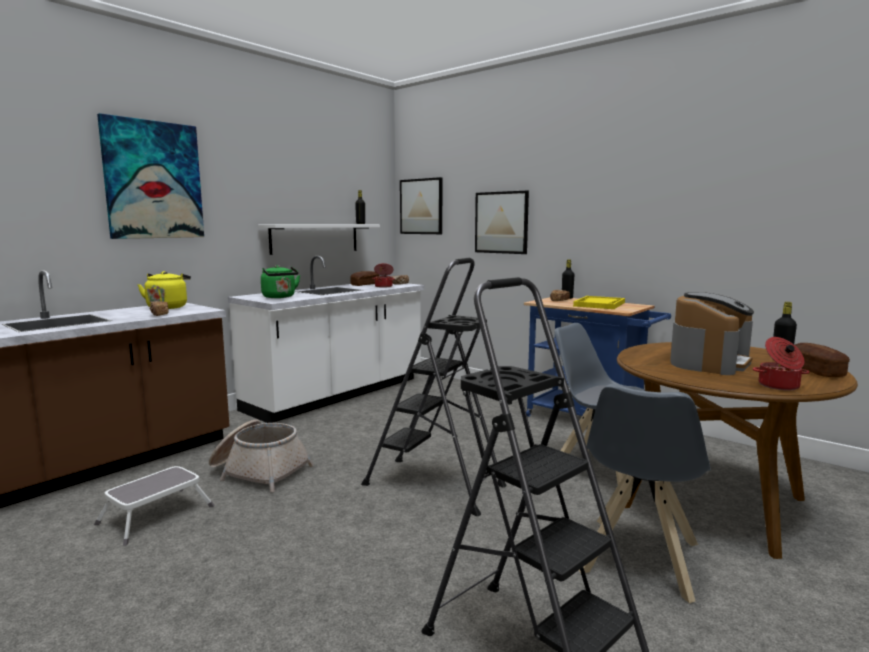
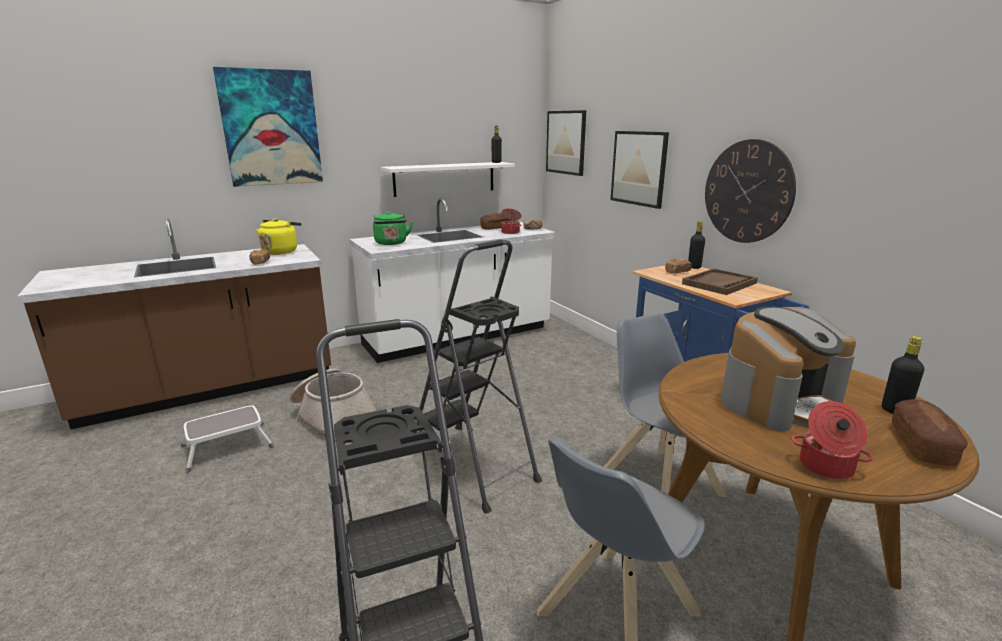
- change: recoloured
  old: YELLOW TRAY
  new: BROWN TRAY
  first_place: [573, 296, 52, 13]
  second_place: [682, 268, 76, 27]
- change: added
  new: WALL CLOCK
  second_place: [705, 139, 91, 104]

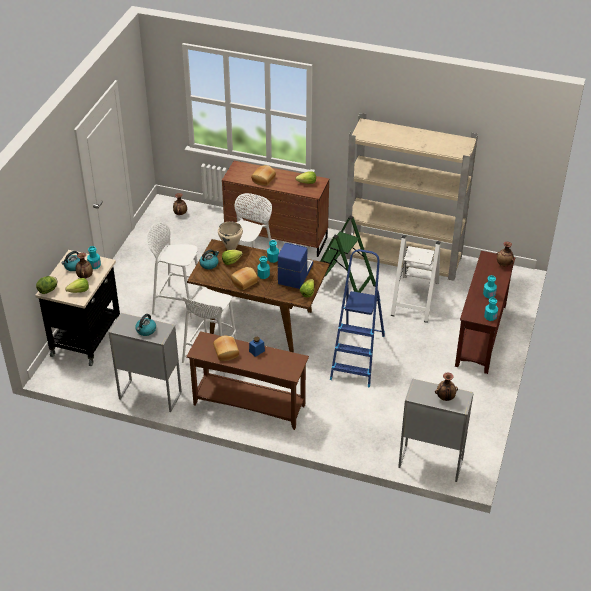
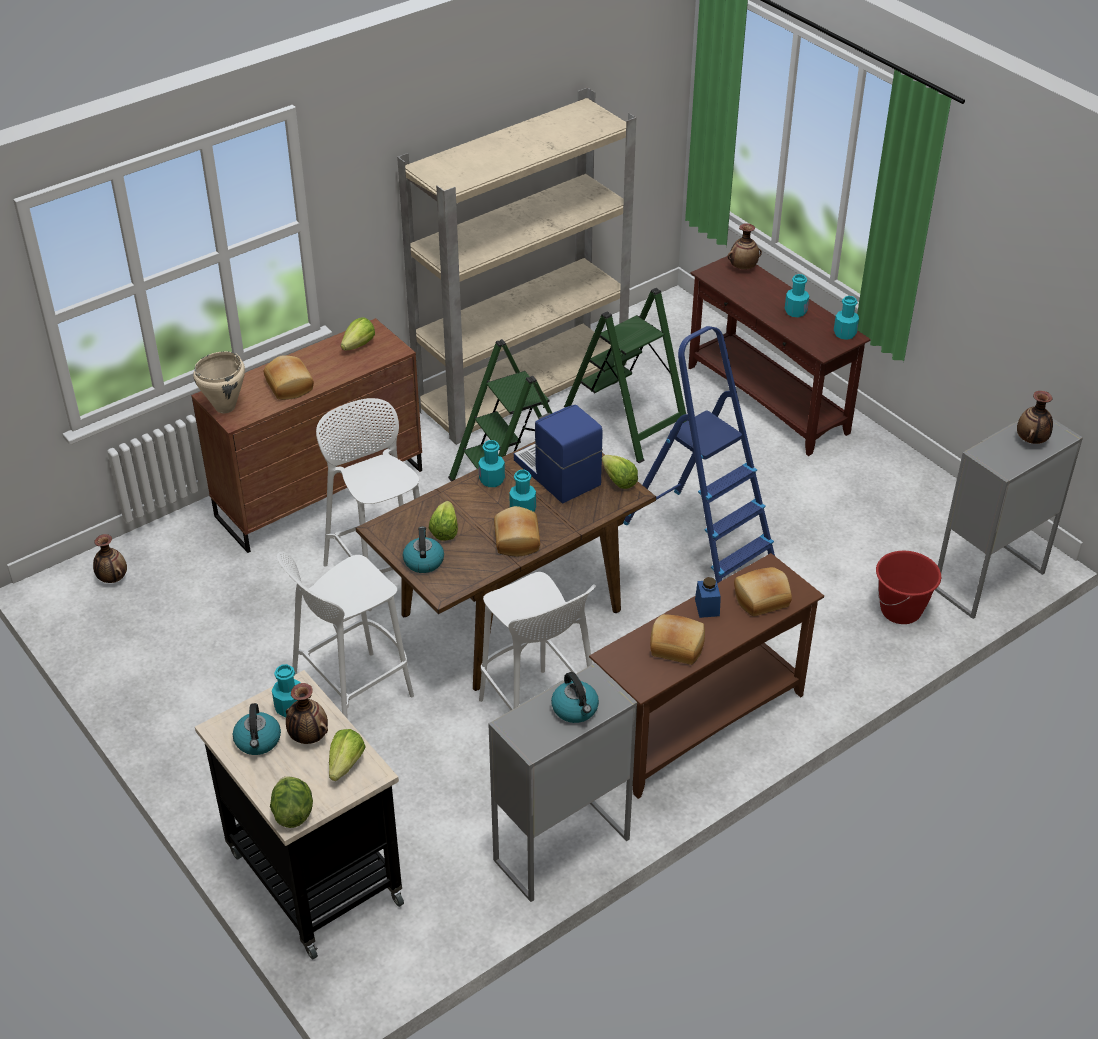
- change: moved
  old: BEIGE COOKING POT
  first_place: [218, 222, 25, 28]
  second_place: [193, 351, 52, 62]
- change: recoloured
  old: WHITE STEP LADDER
  new: GREEN STEP LADDER
  first_place: [391, 235, 50, 88]
  second_place: [564, 288, 122, 175]
- change: added
  new: RED BUCKET
  second_place: [876, 551, 65, 73]
- change: added
  new: BREAD
  second_place: [734, 567, 58, 49]

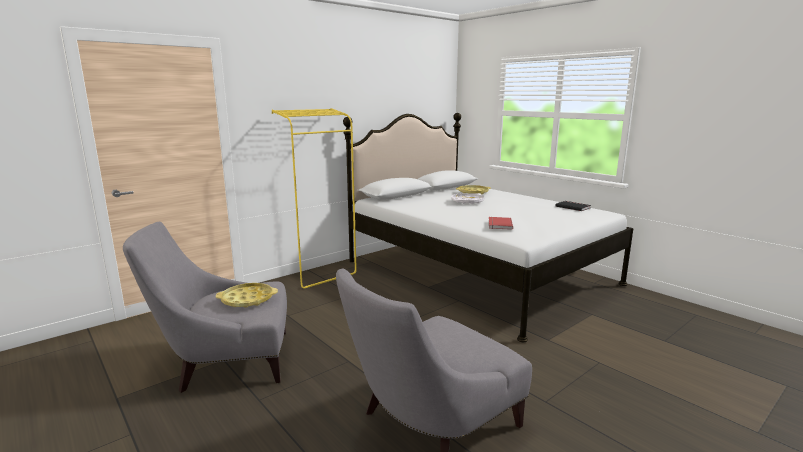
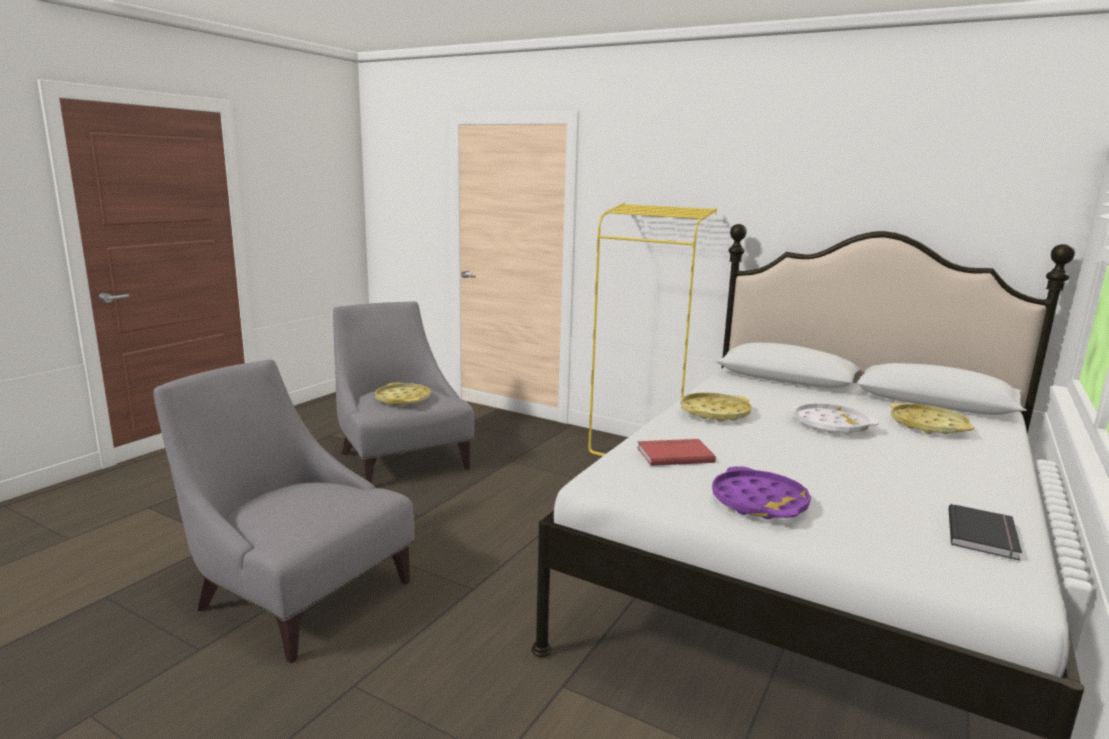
- change: added
  new: YELLOW TRAY
  second_place: [681, 392, 70, 30]
- change: added
  new: PURPLE TRAY
  second_place: [712, 466, 99, 53]

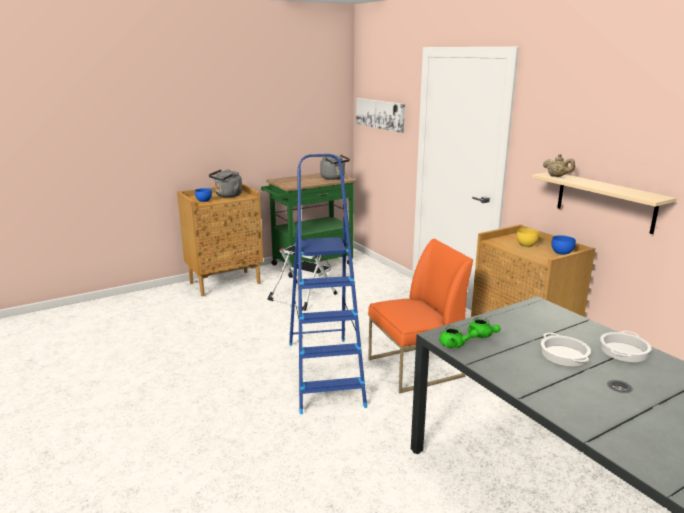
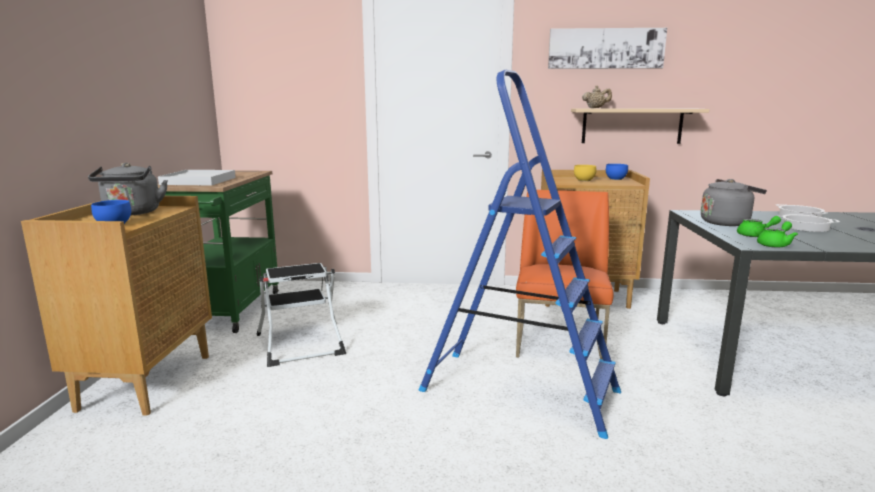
- change: moved
  old: PICTURE
  first_place: [356, 98, 49, 35]
  second_place: [548, 28, 119, 41]
- change: moved
  old: GREY KETTLE
  first_place: [320, 154, 30, 26]
  second_place: [701, 179, 66, 47]
- change: added
  new: WHITE TRAY
  second_place: [158, 170, 78, 16]

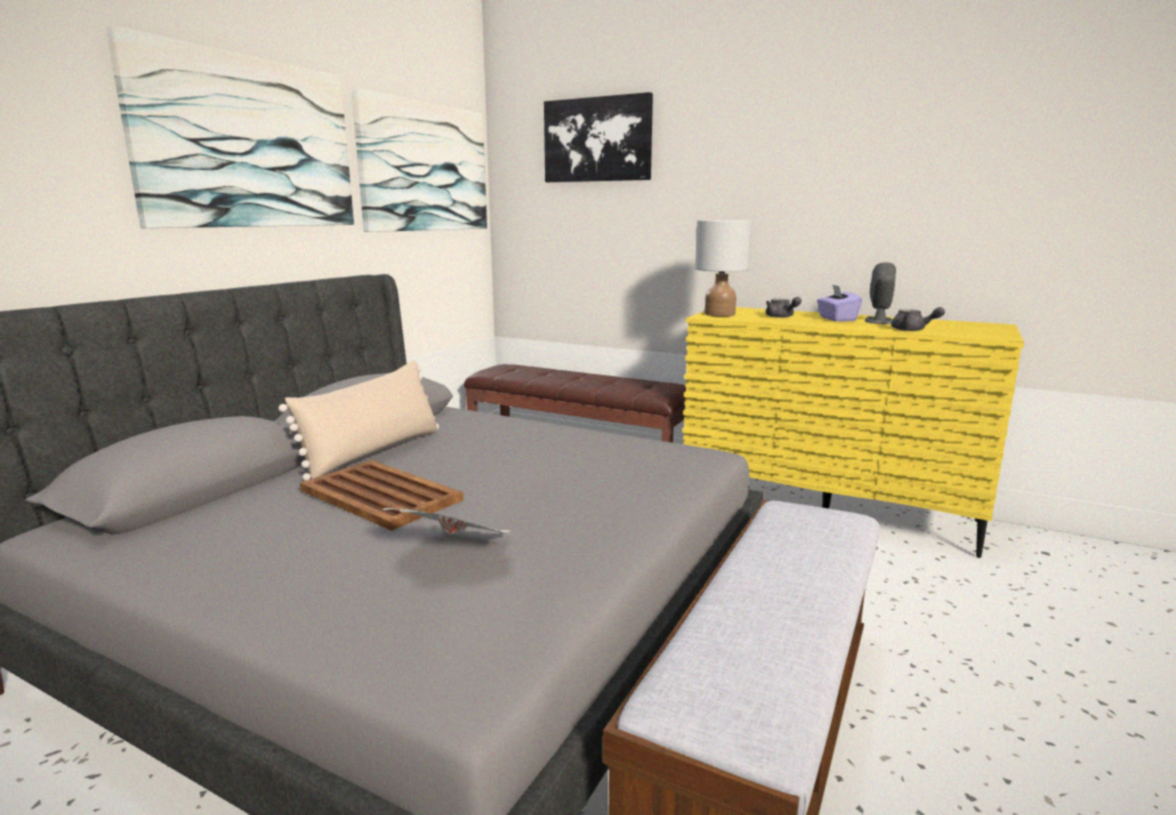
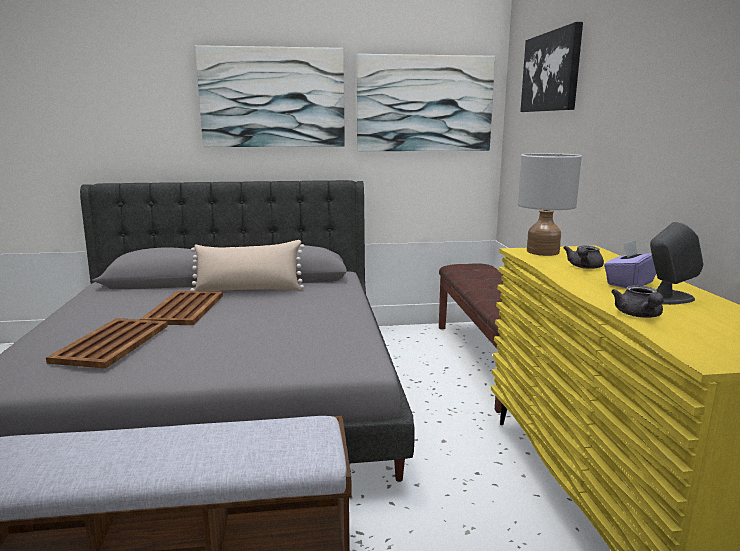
- change: replaced
  old: NEWSPAPER
  new: BROWN TRAY
  first_place: [382, 508, 130, 27]
  second_place: [46, 318, 122, 51]

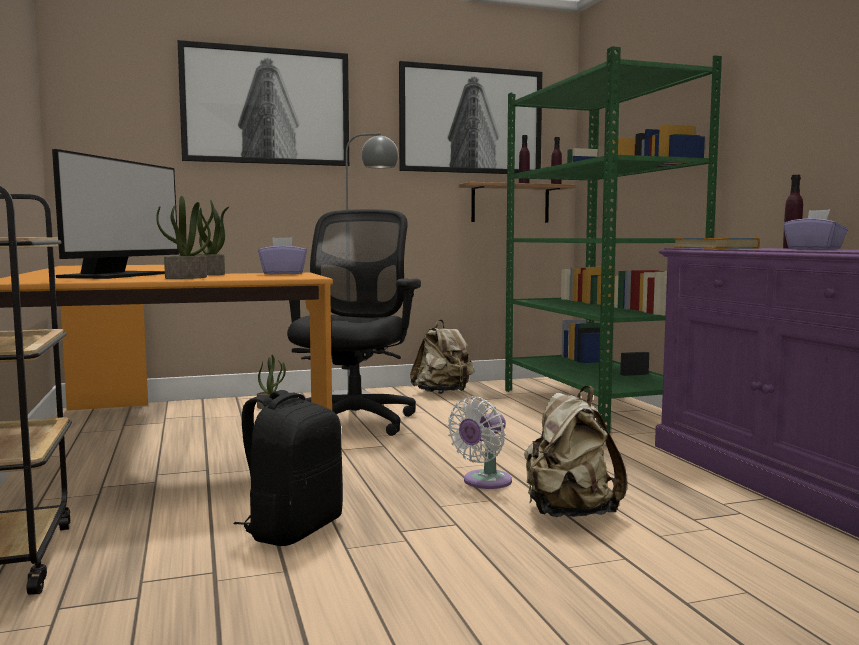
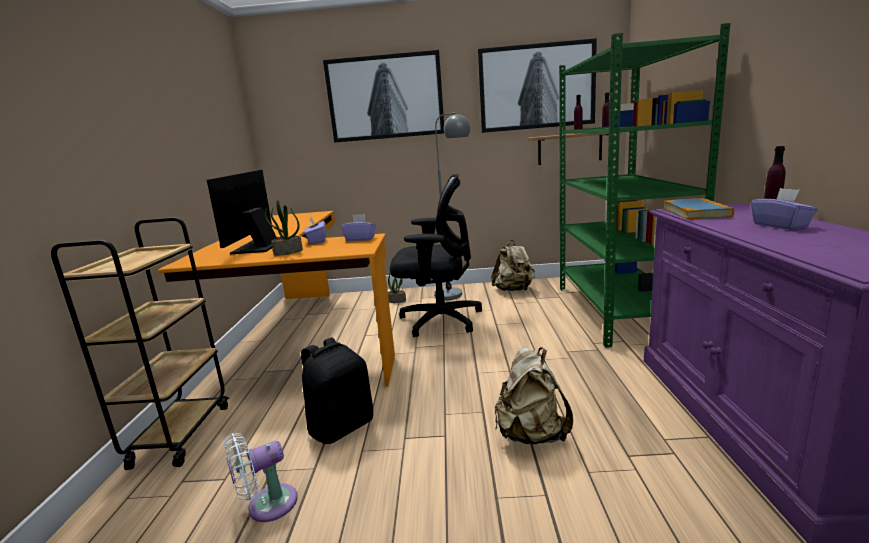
- change: turned
  old: MONITOR
  first_place: [52, 149, 127, 130]
  second_place: [207, 170, 75, 84]
  degrees: 150
- change: replaced
  old: POTTED PLANT
  new: PURPLE TISSUE BOX
  first_place: [197, 200, 32, 75]
  second_place: [304, 217, 22, 27]
- change: turned
  old: BLACK OFFICE CHAIR
  first_place: [287, 209, 134, 227]
  second_place: [390, 174, 92, 163]
  degrees: 60
- change: moved
  old: WHITE FAN
  first_place: [447, 397, 65, 92]
  second_place: [224, 433, 74, 89]

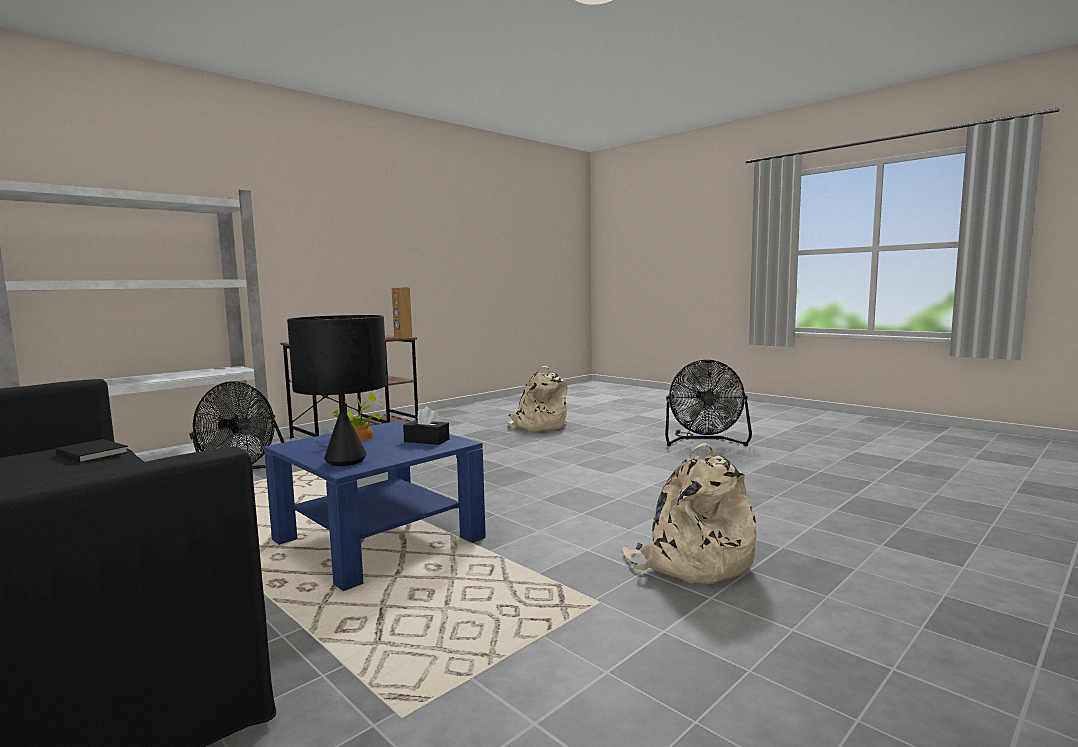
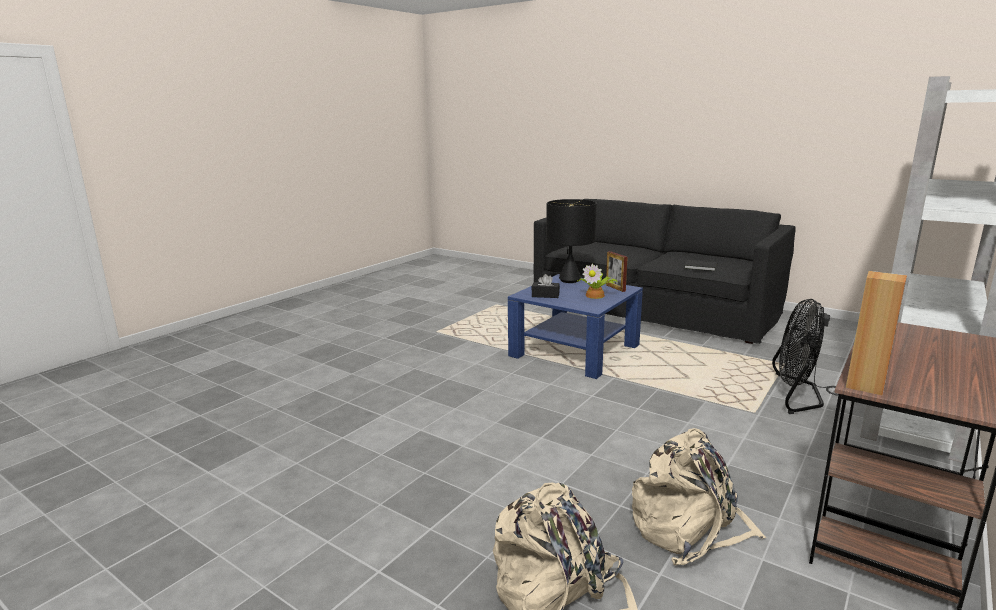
- change: removed
  old: BLACK FAN
  first_place: [665, 360, 87, 86]
- change: moved
  old: BEIGE BACKPACK
  first_place: [622, 442, 135, 142]
  second_place: [632, 428, 135, 137]
- change: added
  new: PICTURE FRAME
  second_place: [606, 251, 22, 41]

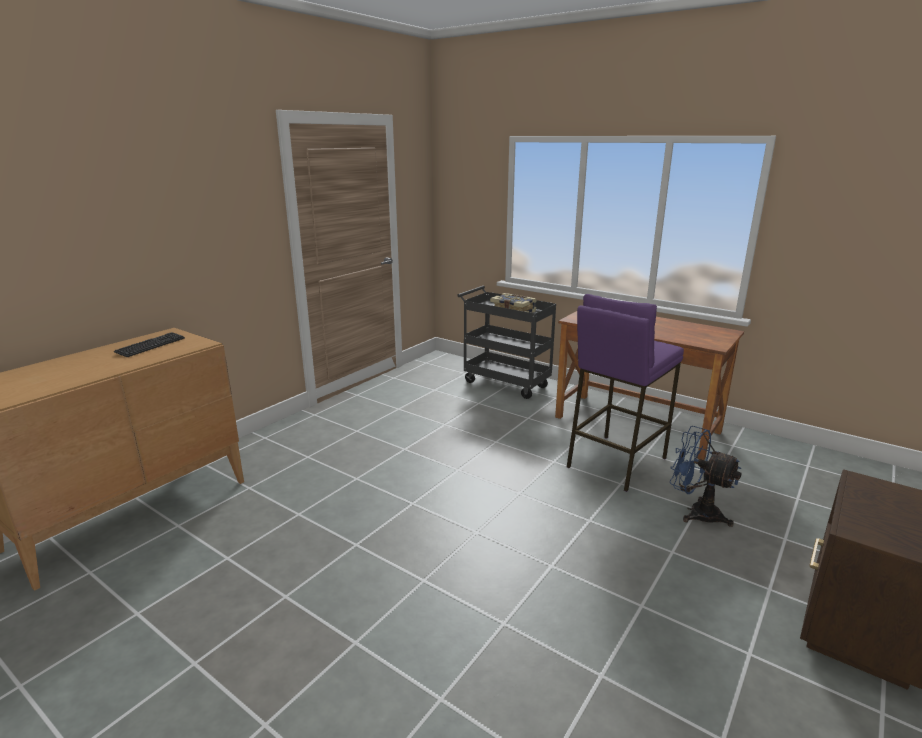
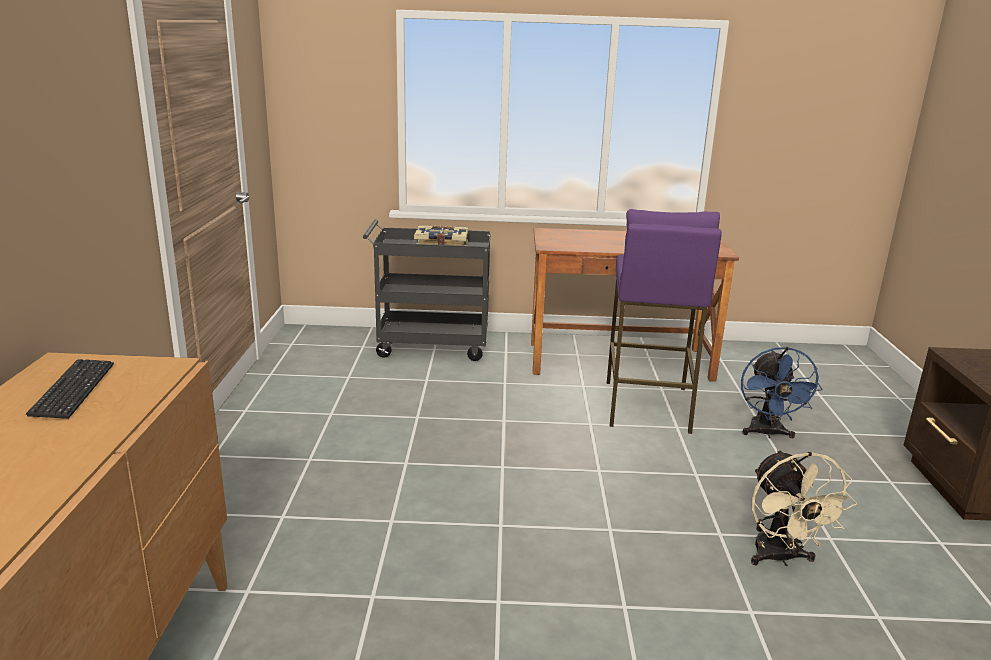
- change: turned
  old: BLUE FAN
  first_place: [670, 426, 72, 101]
  second_place: [741, 347, 81, 91]
  degrees: -90
- change: added
  new: BEIGE FAN
  second_place: [751, 450, 106, 116]

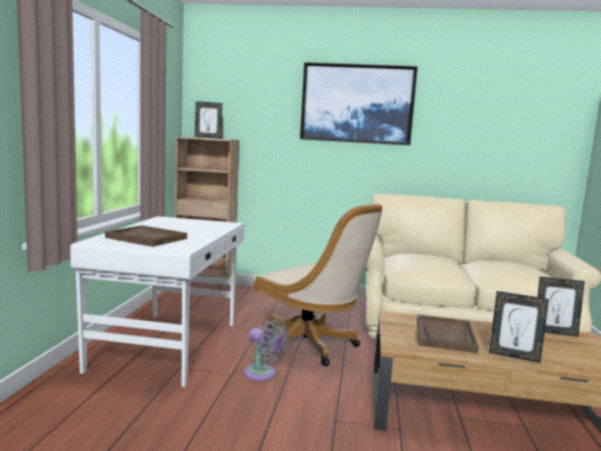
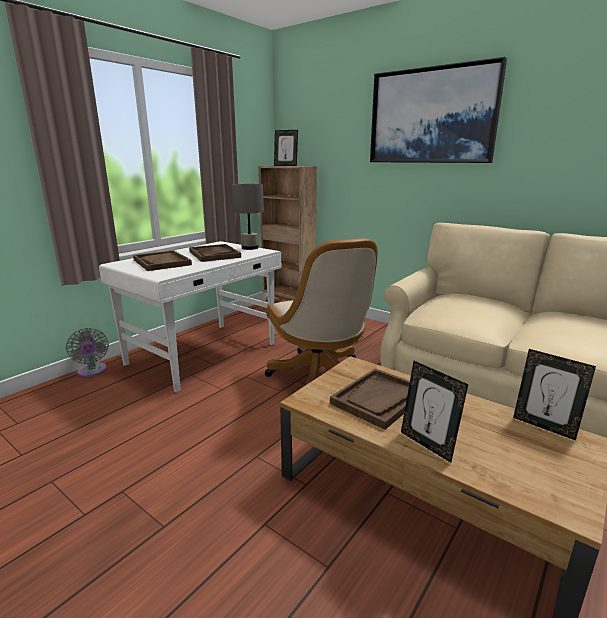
- change: moved
  old: GREY FAN
  first_place: [244, 319, 44, 62]
  second_place: [66, 328, 43, 49]
- change: added
  new: GREY TABLE LAMP
  second_place: [232, 184, 32, 66]
- change: added
  new: BROWN TRAY
  second_place: [189, 244, 52, 18]

